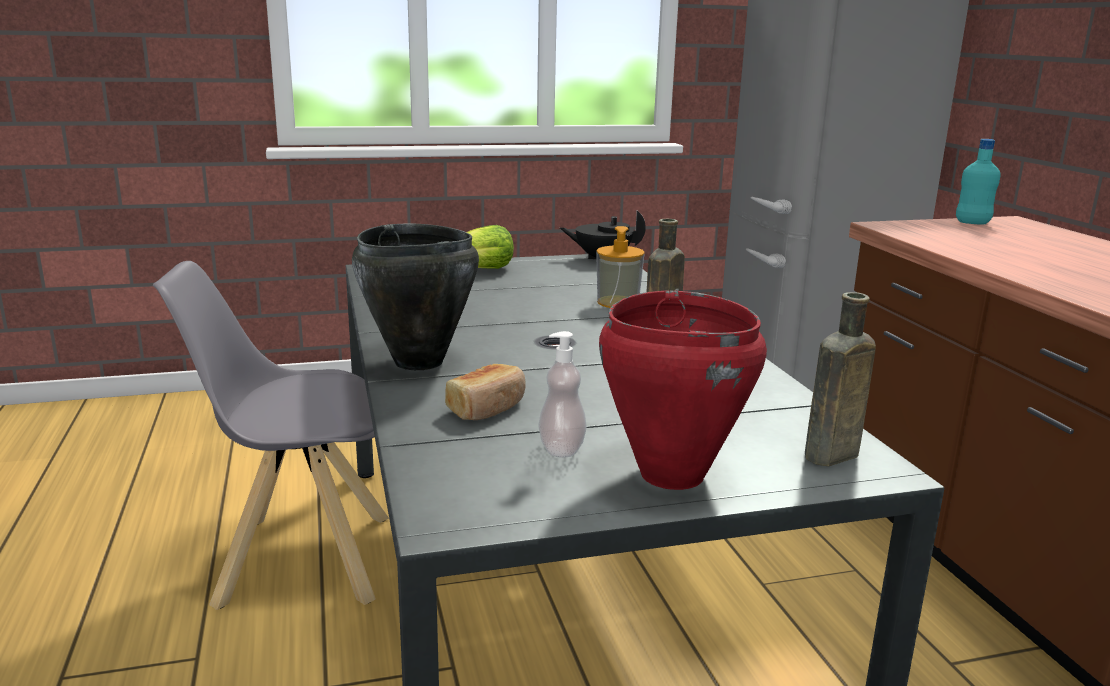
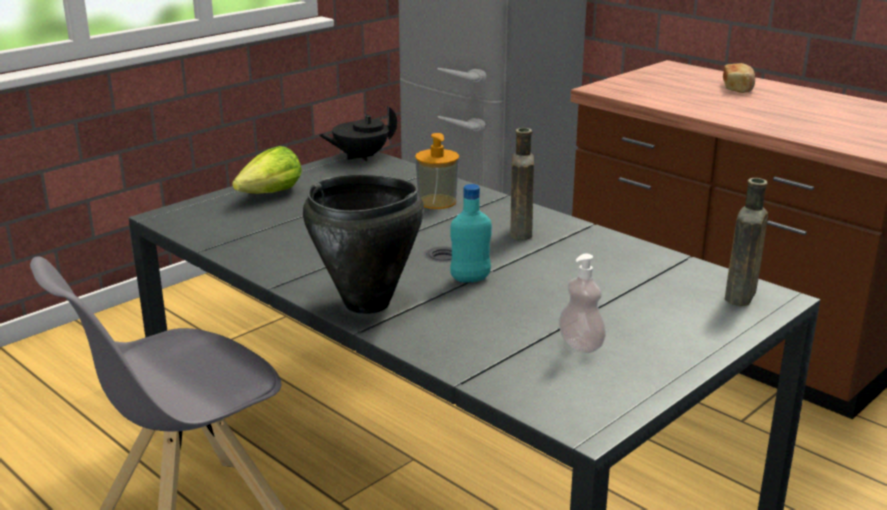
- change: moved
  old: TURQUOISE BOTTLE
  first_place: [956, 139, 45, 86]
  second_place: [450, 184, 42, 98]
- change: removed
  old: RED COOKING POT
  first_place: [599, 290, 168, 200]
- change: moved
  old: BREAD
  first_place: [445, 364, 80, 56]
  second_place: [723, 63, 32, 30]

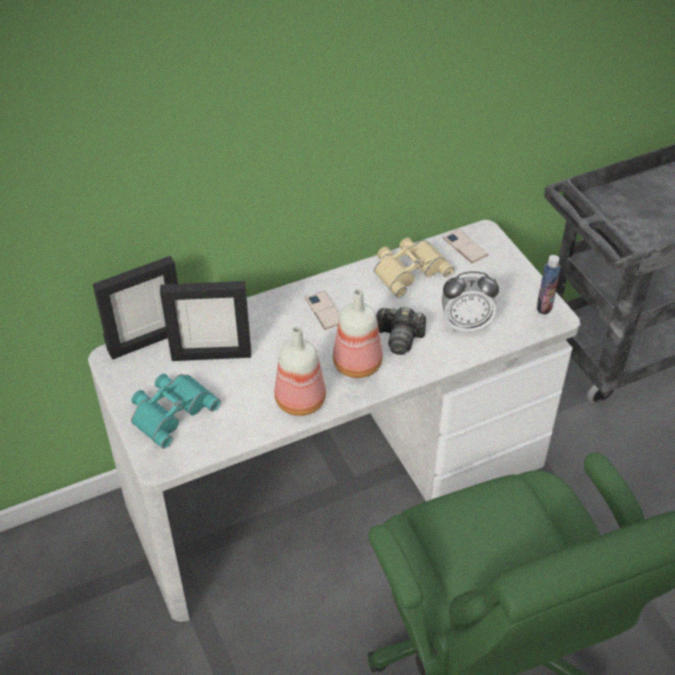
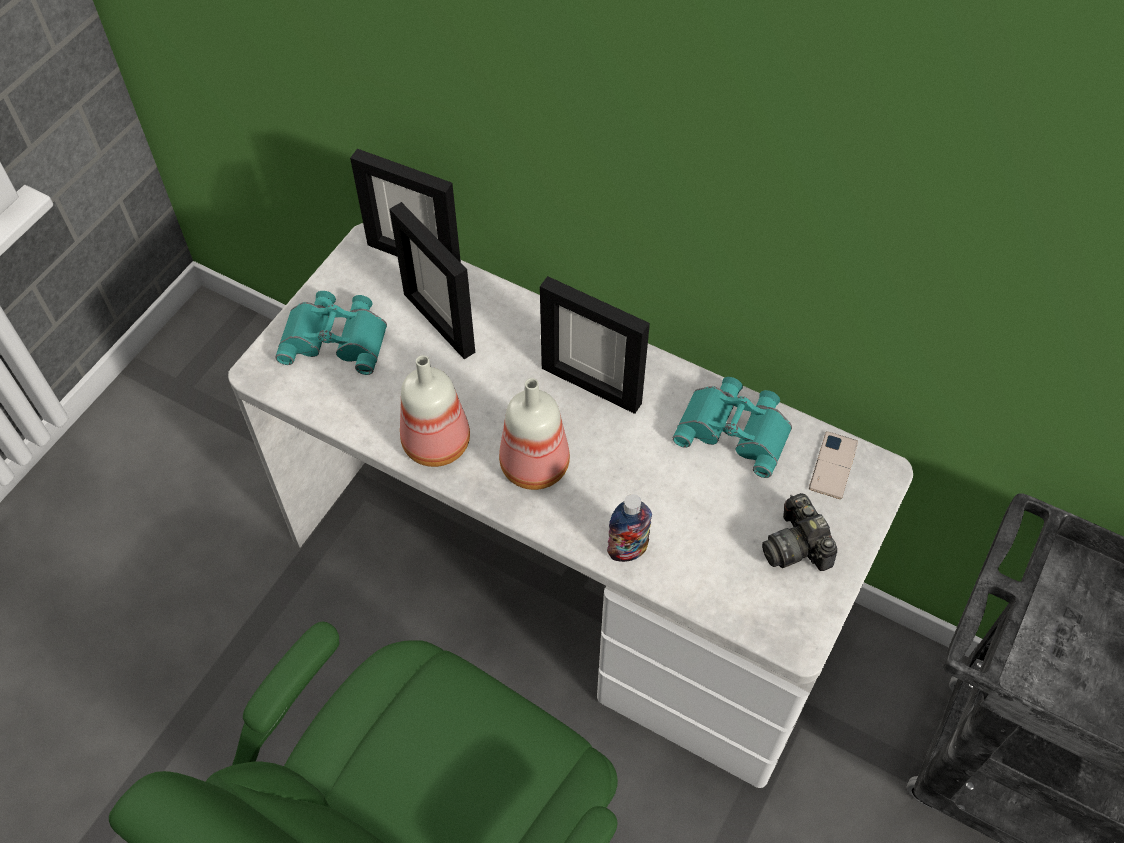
- change: recoloured
  old: BEIGE BINOCULARS
  new: TURQUOISE BINOCULARS
  first_place: [374, 238, 80, 59]
  second_place: [673, 377, 119, 101]
- change: moved
  old: BOTTLE
  first_place: [537, 255, 24, 60]
  second_place: [607, 494, 45, 68]
- change: removed
  old: ALARM CLOCK
  first_place: [442, 271, 57, 61]
- change: replaced
  old: PHONE
  new: PICTURE FRAME
  first_place: [305, 291, 35, 39]
  second_place: [540, 276, 110, 138]
- change: moved
  old: PHOTO CAMERA
  first_place: [376, 307, 50, 48]
  second_place: [762, 493, 75, 78]

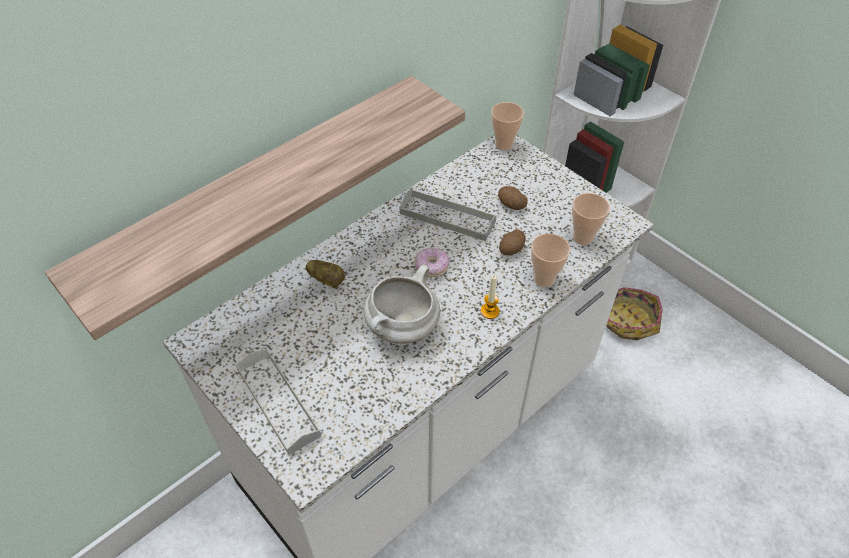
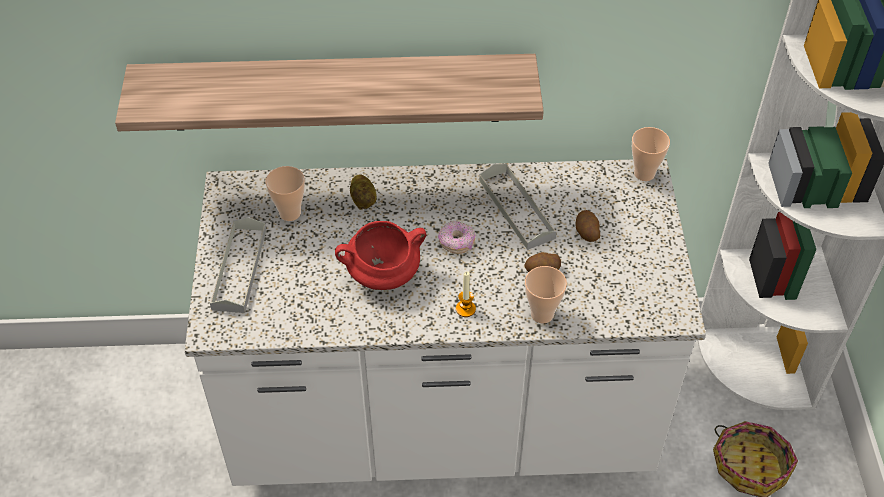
- change: moved
  old: CUP
  first_place: [572, 193, 38, 52]
  second_place: [265, 166, 40, 55]
- change: recoloured
  old: WHITE COOKING POT
  new: RED COOKING POT
  first_place: [364, 265, 76, 79]
  second_place: [335, 221, 91, 69]

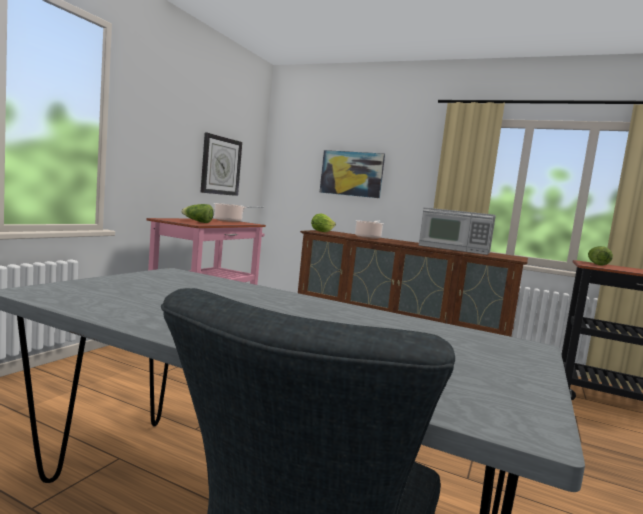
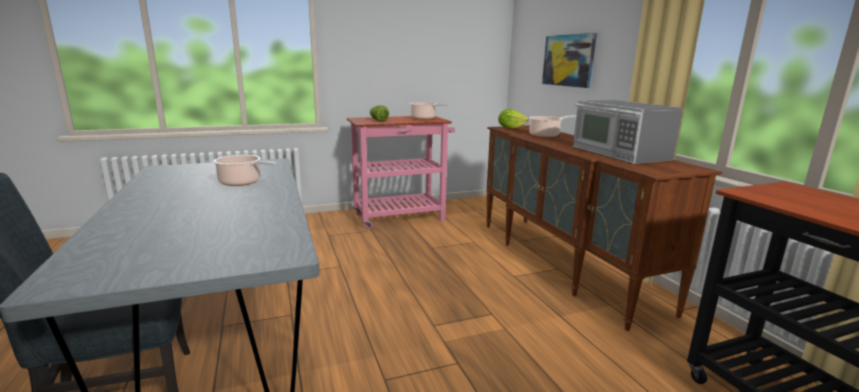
- change: removed
  old: WALL CLOCK
  first_place: [200, 133, 42, 63]
- change: removed
  old: LETTUCE
  first_place: [588, 246, 25, 20]
- change: added
  new: COOKING POT
  second_place: [213, 155, 63, 31]

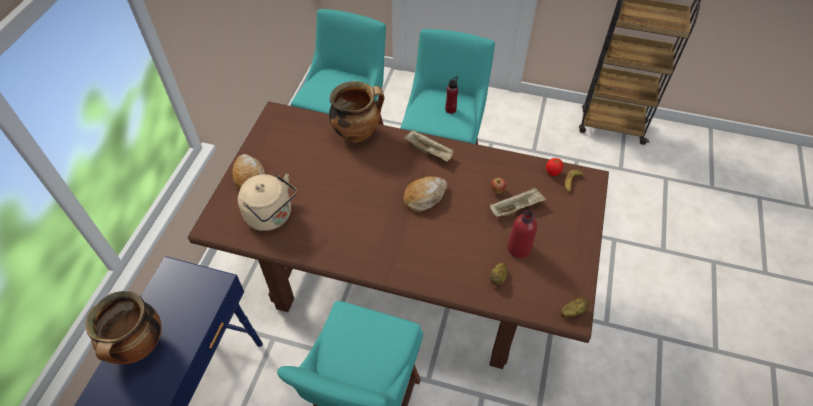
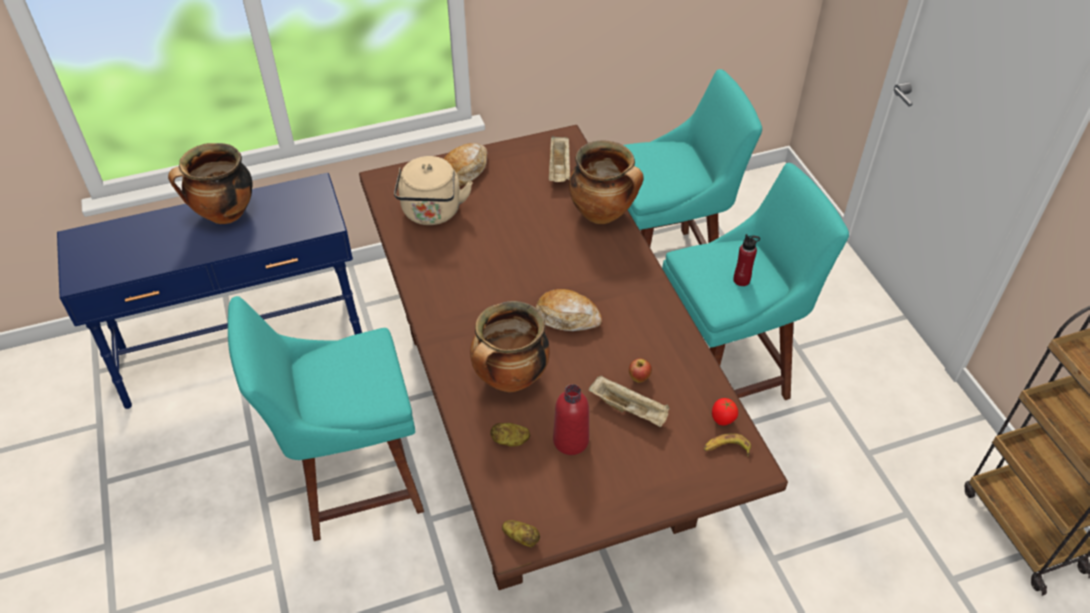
- change: moved
  old: BEIGE TRAY
  first_place: [405, 130, 49, 32]
  second_place: [549, 136, 21, 46]
- change: added
  new: COOKING POT
  second_place: [470, 301, 80, 91]

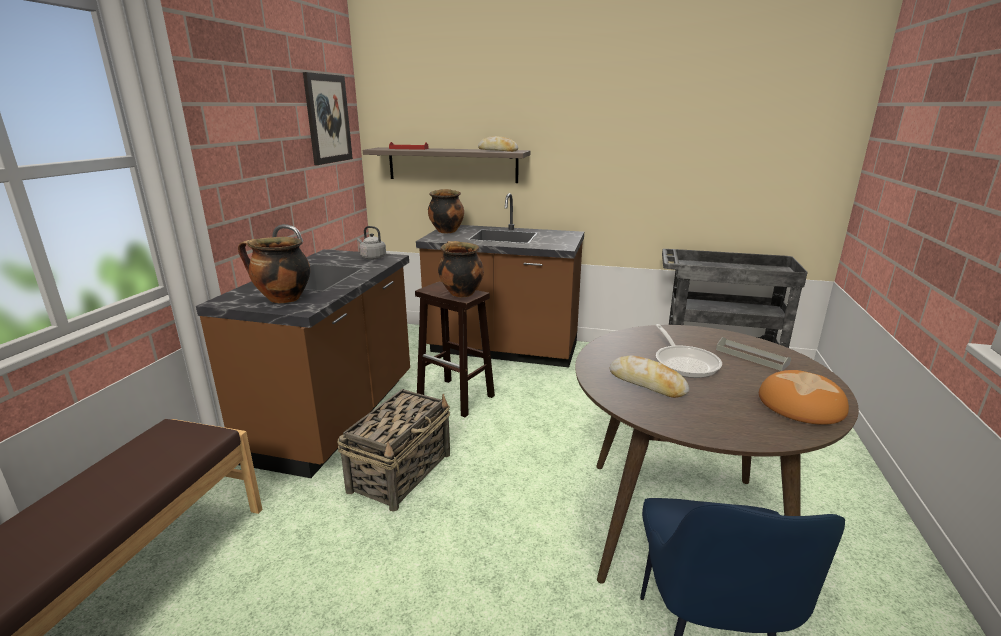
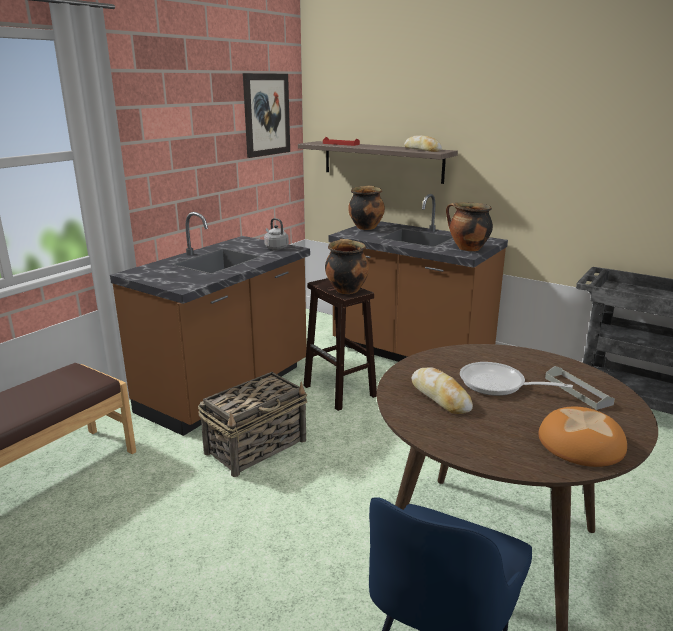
- change: moved
  old: COOKING POT
  first_place: [238, 237, 72, 66]
  second_place: [446, 203, 47, 48]
- change: turned
  old: FRYING PAN
  first_place: [655, 324, 67, 54]
  second_place: [460, 362, 113, 34]
  degrees: 105

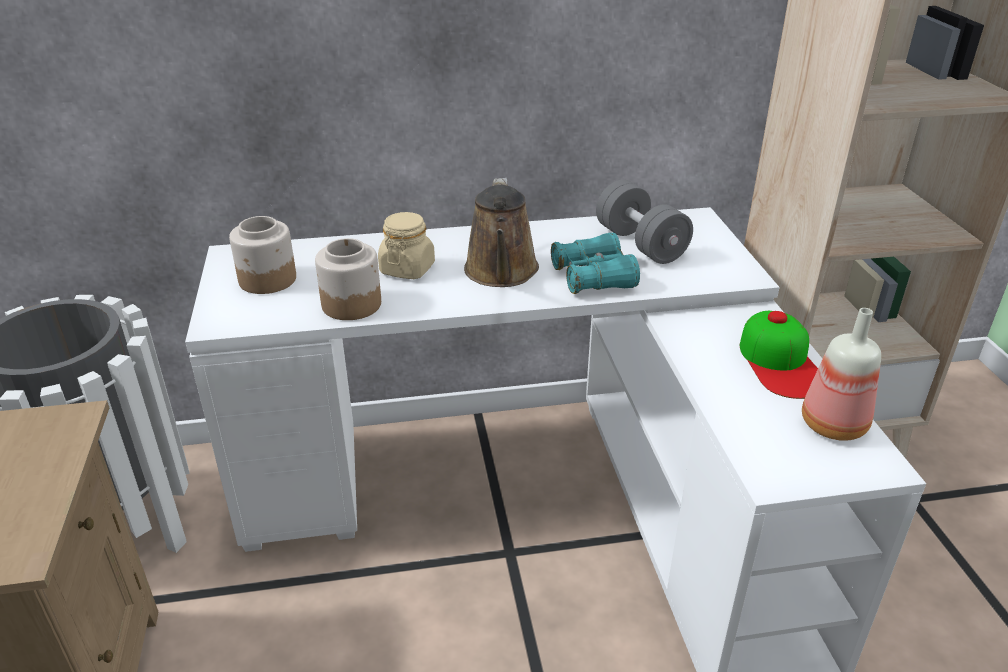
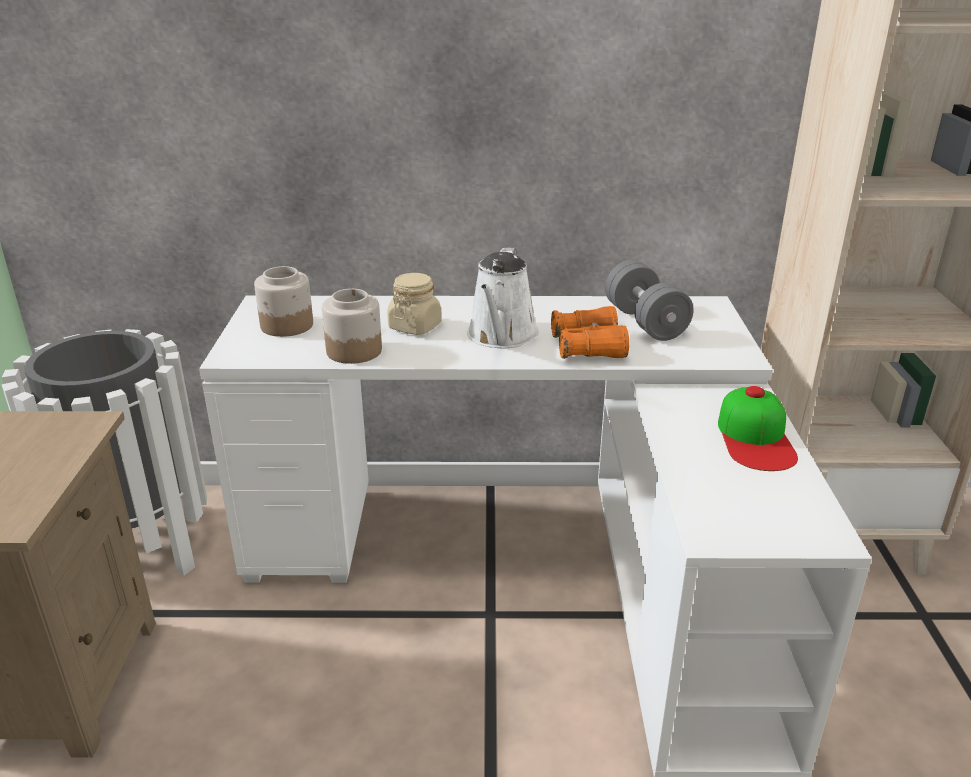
- change: recoloured
  old: BROWN WATERING CAN
  new: WHITE WATERING CAN
  first_place: [464, 178, 75, 109]
  second_place: [467, 248, 72, 100]
- change: recoloured
  old: TURQUOISE BINOCULARS
  new: ORANGE BINOCULARS
  first_place: [551, 232, 89, 62]
  second_place: [551, 306, 78, 53]
- change: removed
  old: BOTTLE
  first_place: [802, 308, 79, 133]

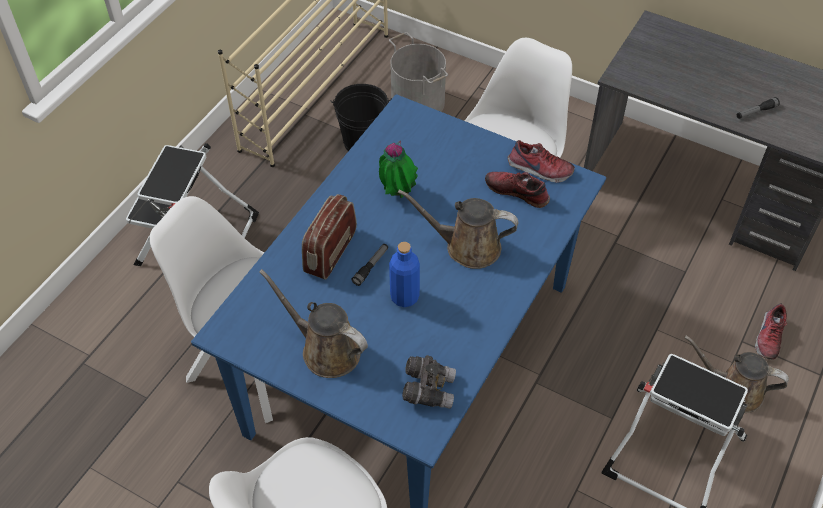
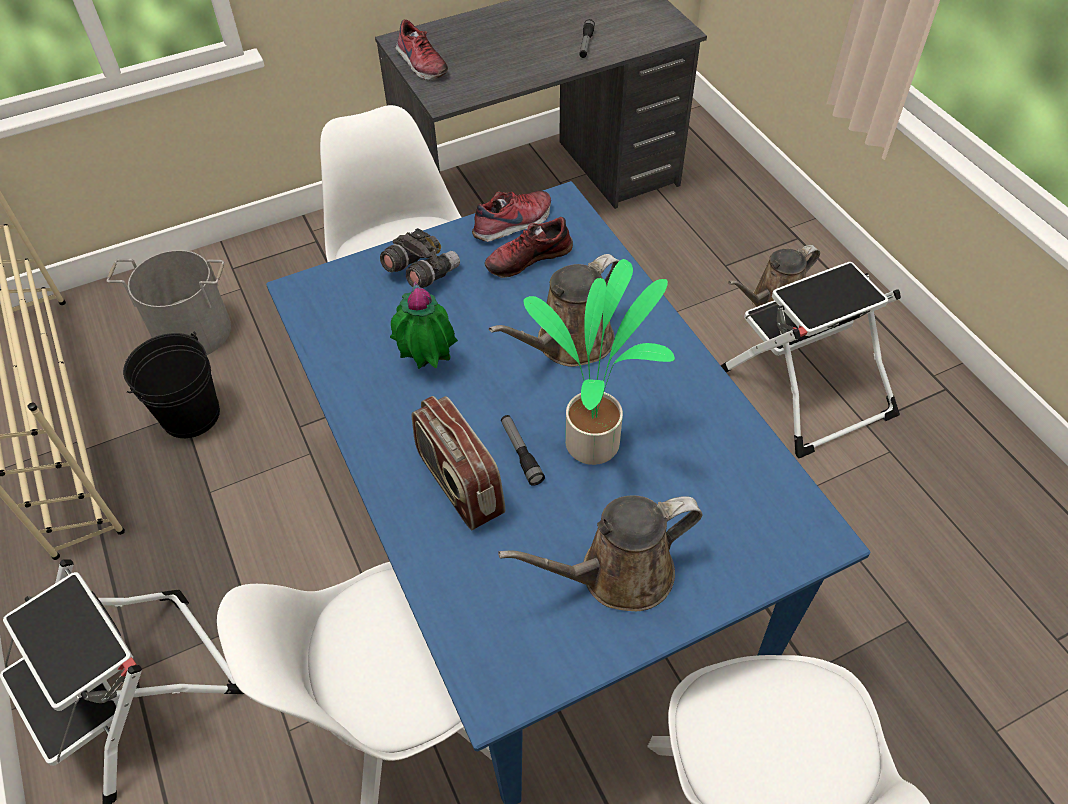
- change: replaced
  old: BLUE BOTTLE
  new: POTTED PLANT
  first_place: [389, 242, 31, 65]
  second_place: [524, 259, 151, 206]
- change: moved
  old: SHOE
  first_place: [755, 304, 32, 56]
  second_place: [395, 19, 53, 62]
- change: moved
  old: GREY BINOCULARS
  first_place: [402, 355, 54, 54]
  second_place: [380, 228, 80, 60]

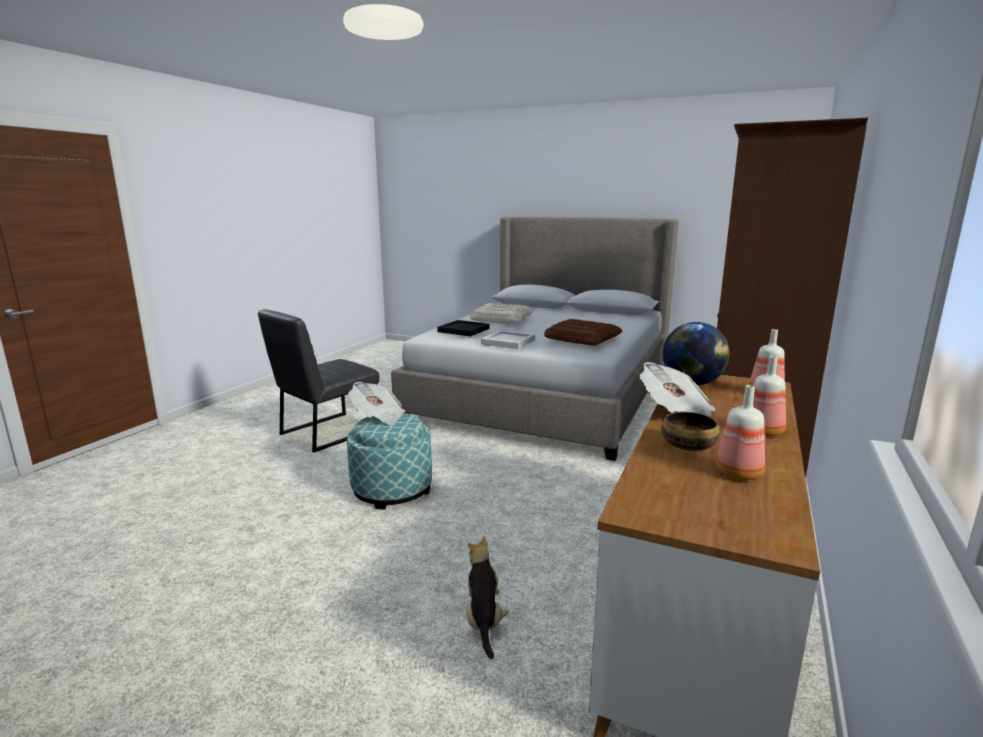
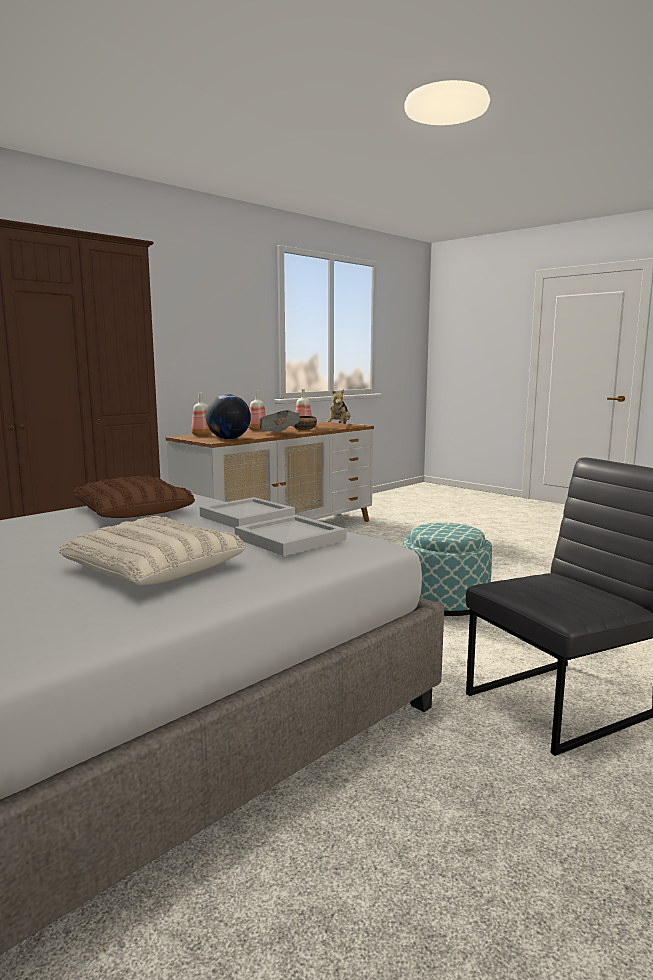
- change: recoloured
  old: BLACK TRAY
  new: WHITE TRAY
  first_place: [437, 320, 53, 16]
  second_place: [235, 515, 111, 41]
- change: removed
  old: NEWSPAPER
  first_place: [348, 382, 57, 43]
- change: moved
  old: PLUSH TOY
  first_place: [466, 536, 43, 123]
  second_place: [327, 389, 23, 35]

